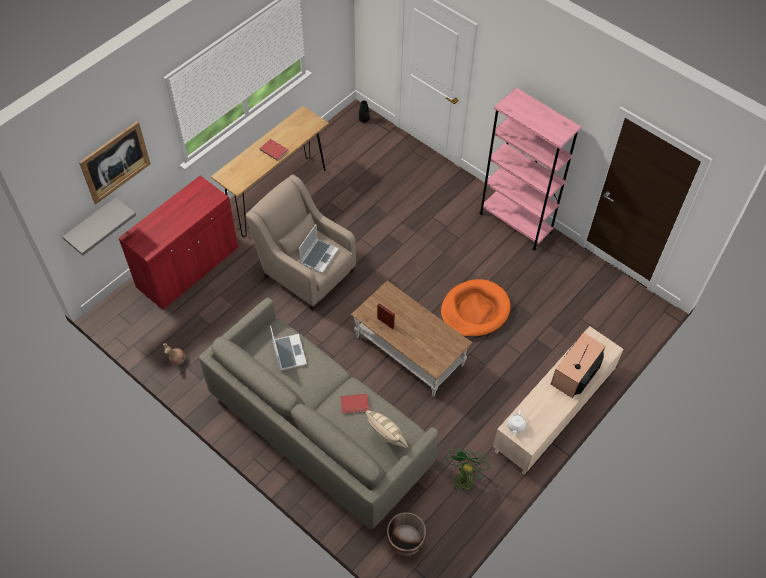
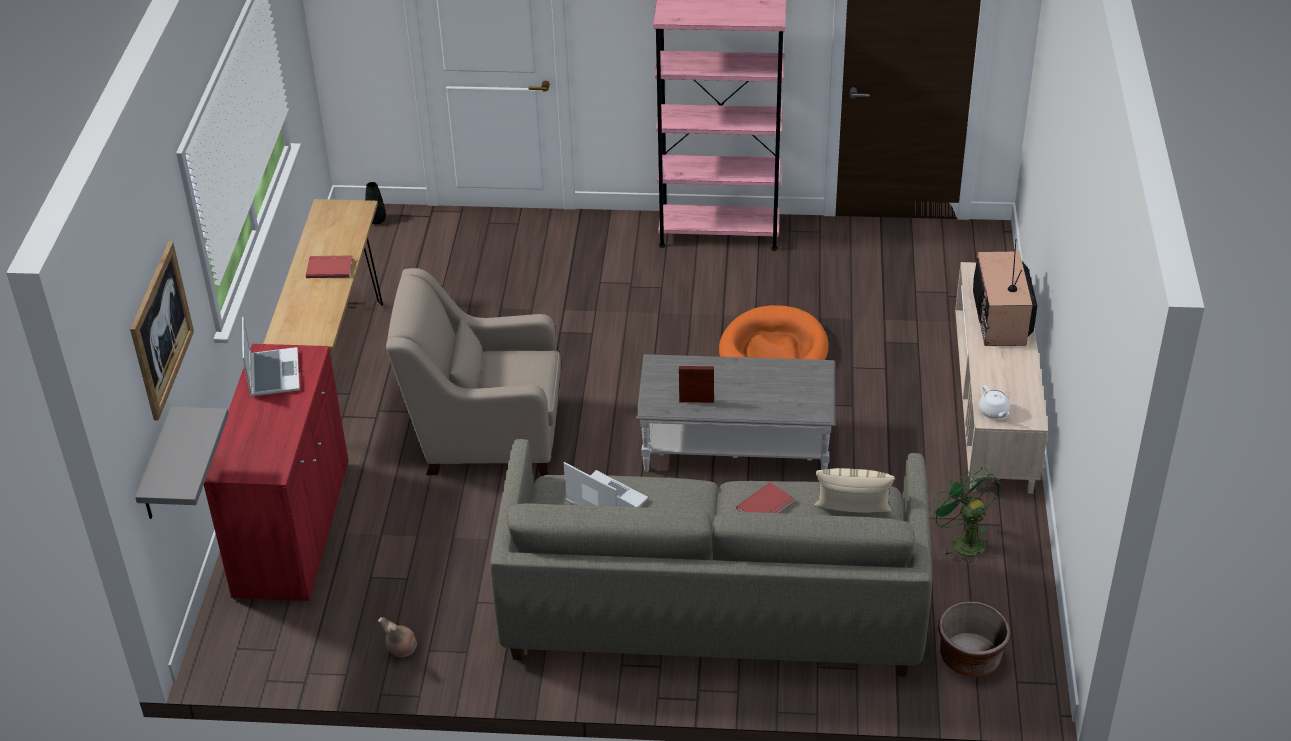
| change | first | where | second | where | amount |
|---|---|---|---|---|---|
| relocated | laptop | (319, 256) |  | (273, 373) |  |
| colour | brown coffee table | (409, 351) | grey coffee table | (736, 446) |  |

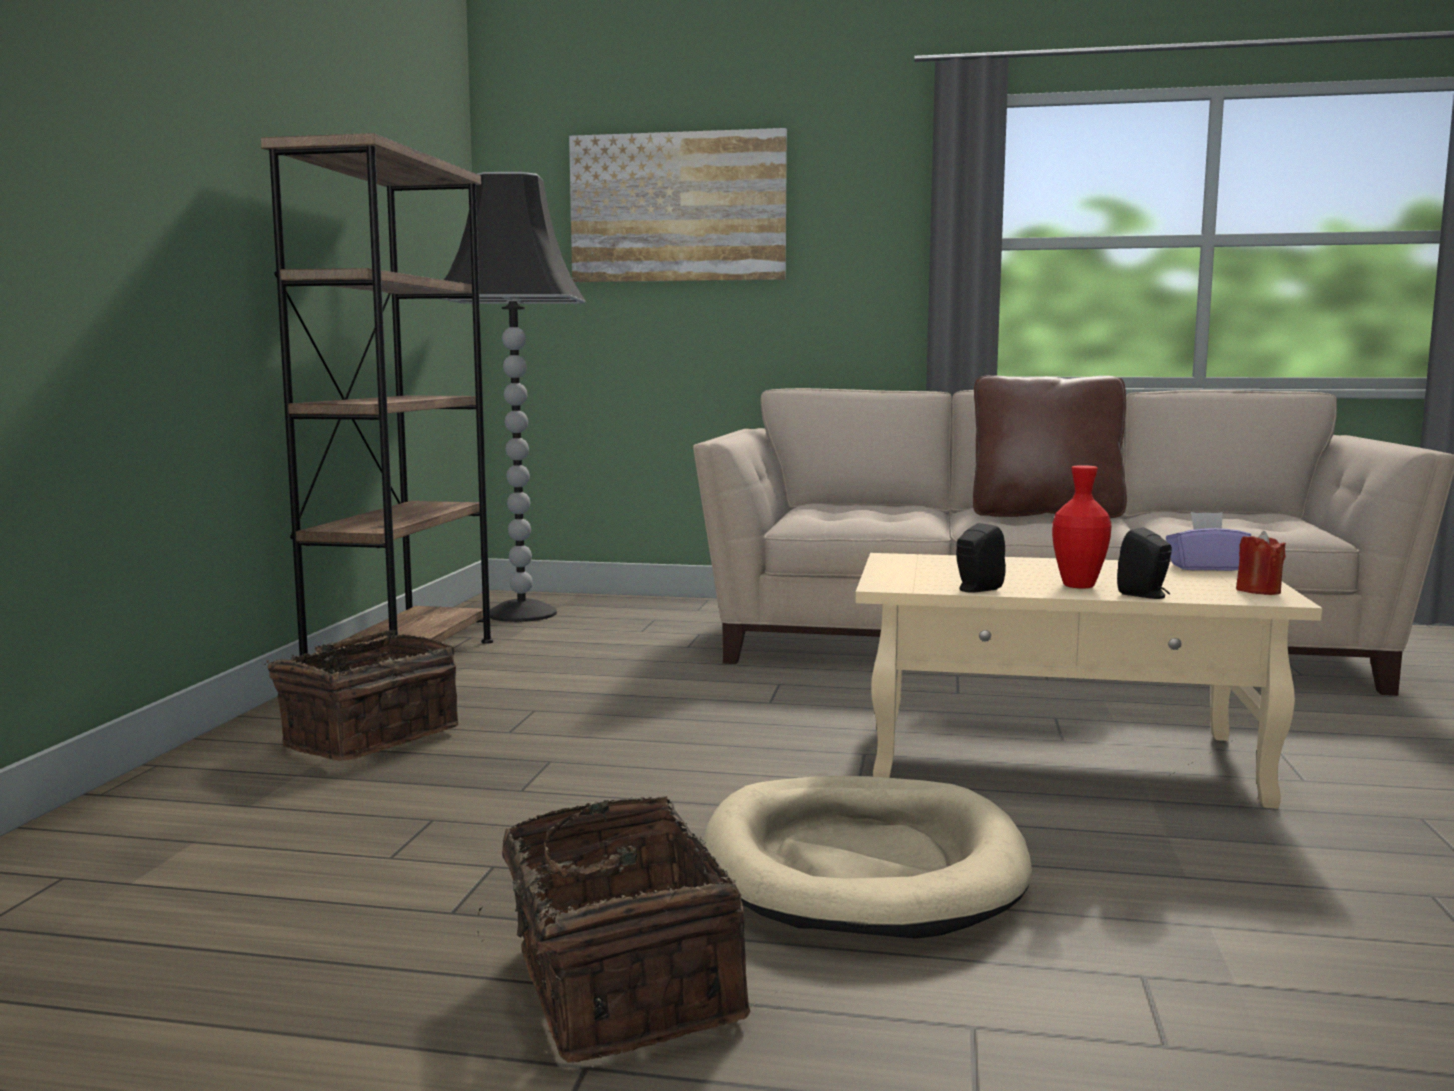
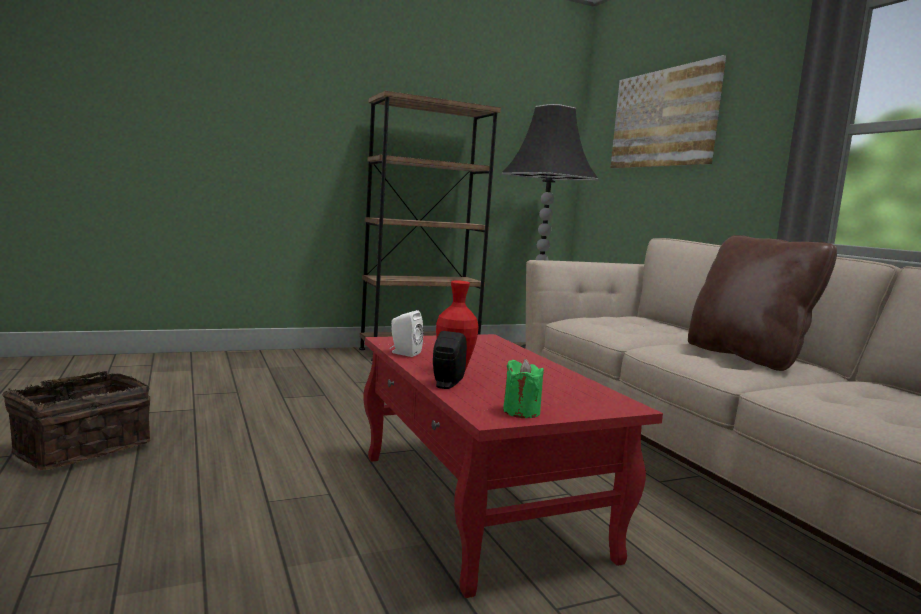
| change | first | where | second | where | amount |
|---|---|---|---|---|---|
| missing | purple tissue box | (1205, 567) |  |  |  |
| colour | black speaker | (976, 589) | white speaker | (404, 353) |  |
| colour | red candle | (1258, 591) | green candle | (521, 412) |  |
| colour | beige coffee table | (1062, 758) | red coffee table | (479, 504) |  |
| missing | basket | (368, 738) |  |  |  |
| missing | beige dog bed | (862, 866) |  |  |  |

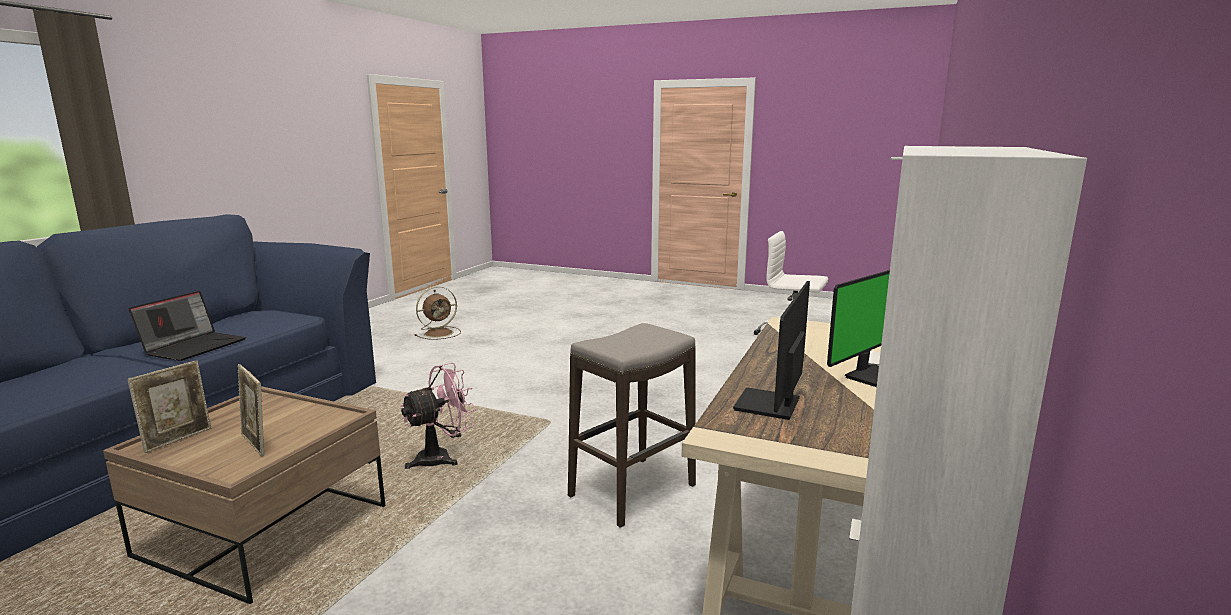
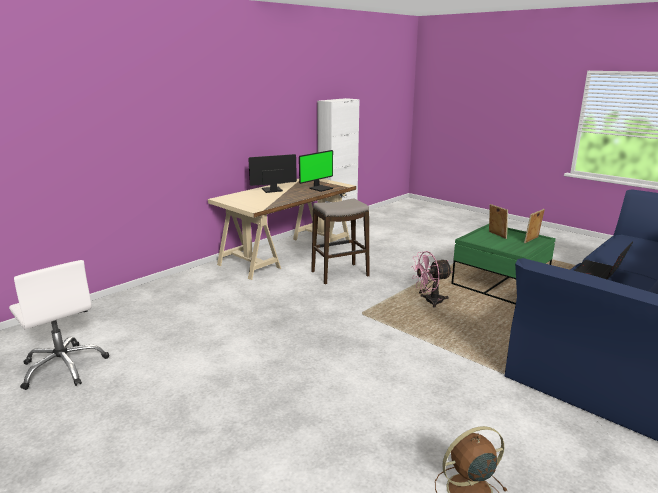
| change | first | where | second | where | amount |
|---|---|---|---|---|---|
| colour | brown coffee table | (264, 531) | green coffee table | (500, 283) |  |

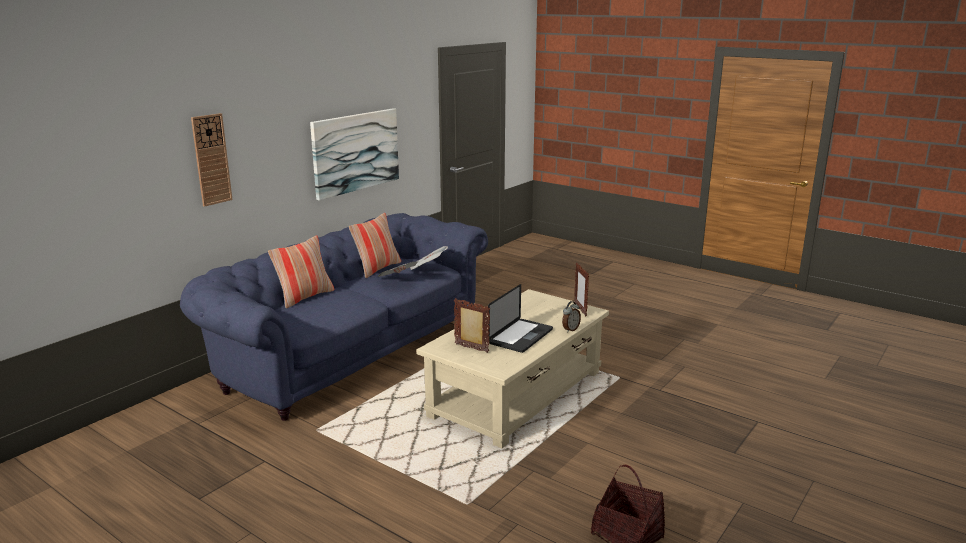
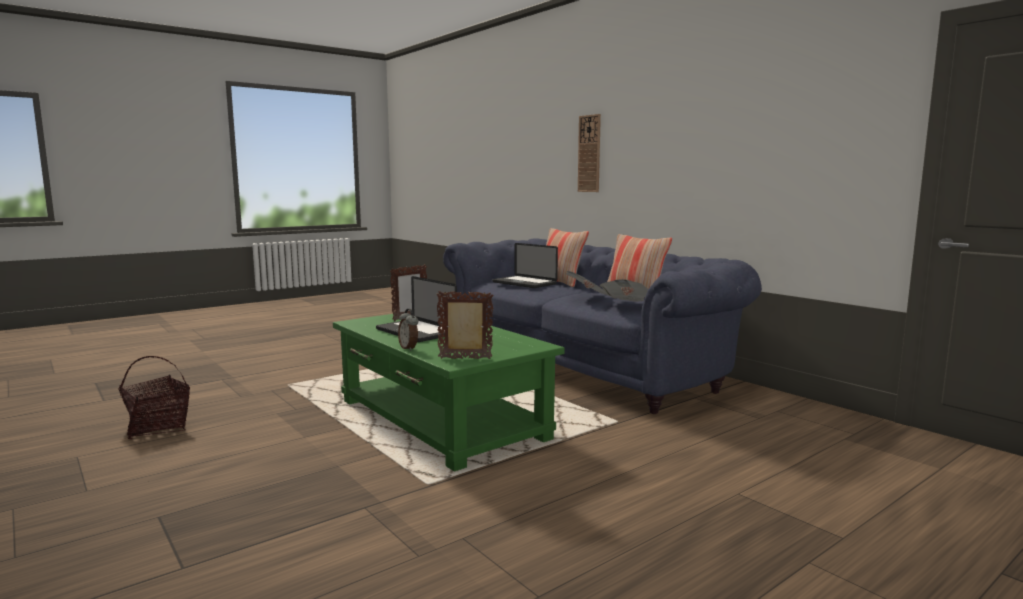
| change | first | where | second | where | amount |
|---|---|---|---|---|---|
| missing | picture | (356, 152) |  |  |  |
| colour | beige coffee table | (517, 394) | green coffee table | (440, 420) |  |
| appeared |  |  | laptop | (524, 283) |  |

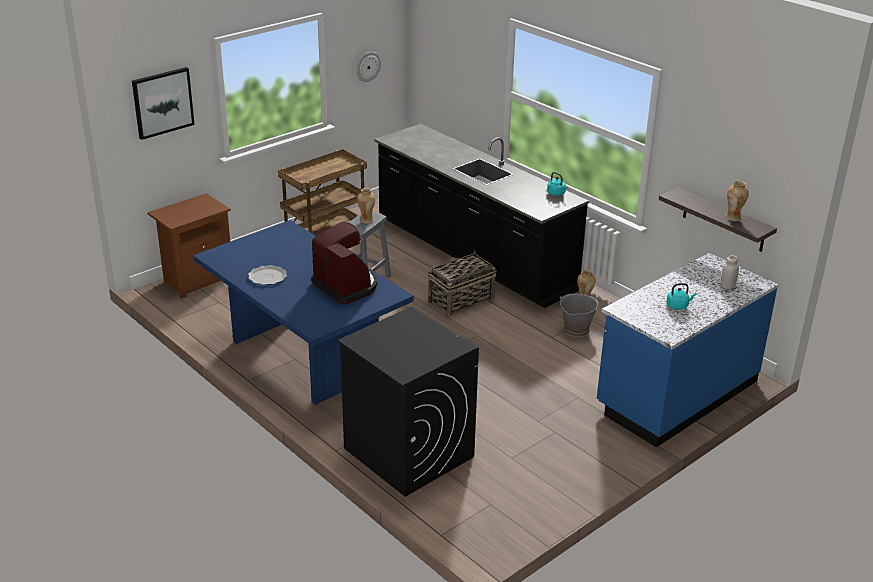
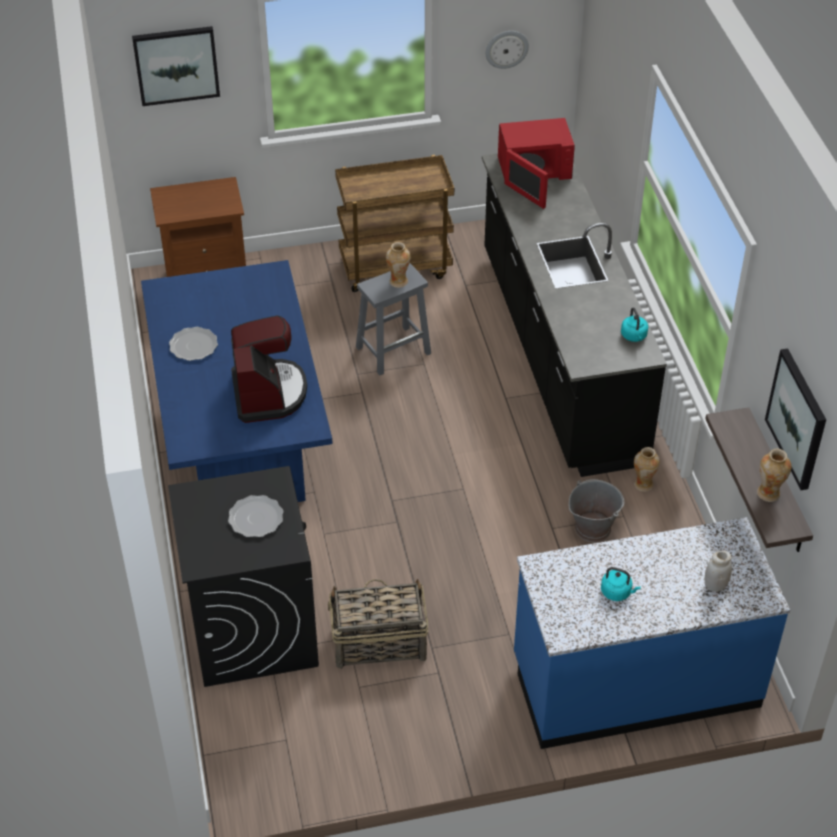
| change | first | where | second | where | amount |
|---|---|---|---|---|---|
| relocated | basket | (460, 301) |  | (378, 642) |  |
| appeared |  |  | red microwave | (533, 170) |  |
| appeared |  |  | picture | (798, 418) |  |
| appeared |  |  | plate | (255, 518) |  |

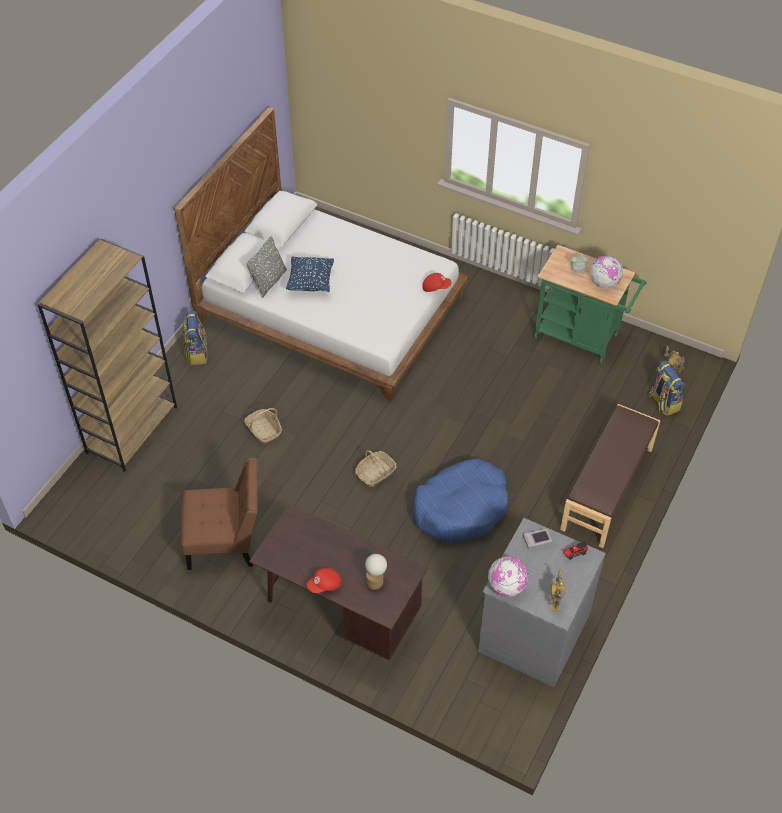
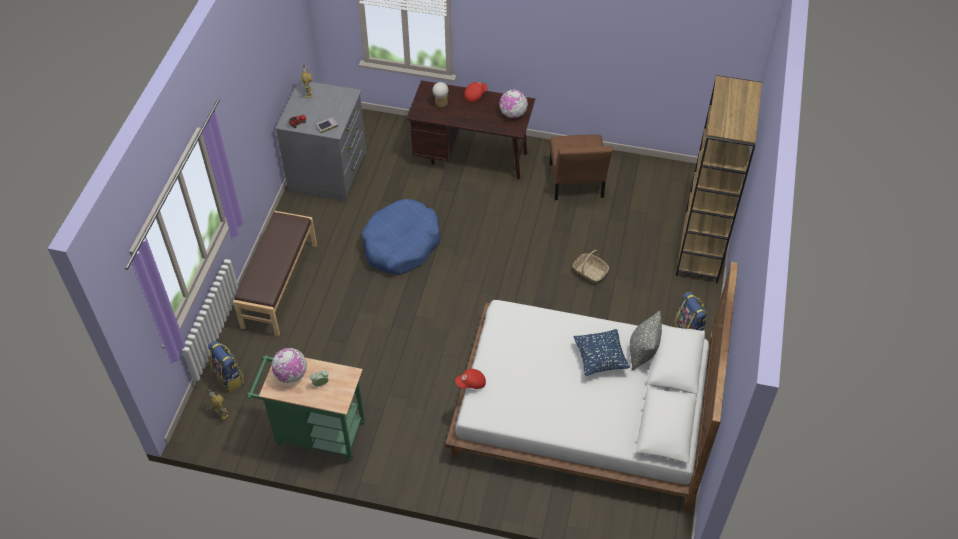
| change | first | where | second | where | amount |
|---|---|---|---|---|---|
| missing | basket | (375, 473) |  |  |  |
| spun | brown chair | (226, 542) |  | (576, 183) | 75 degrees counterclockwise |
| relocated | globe | (506, 586) |  | (513, 114) |  |

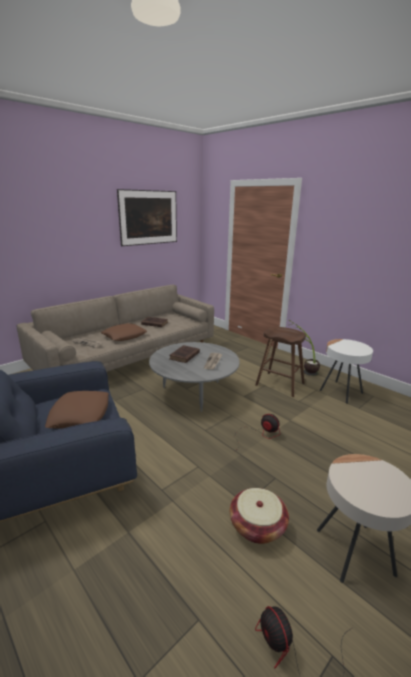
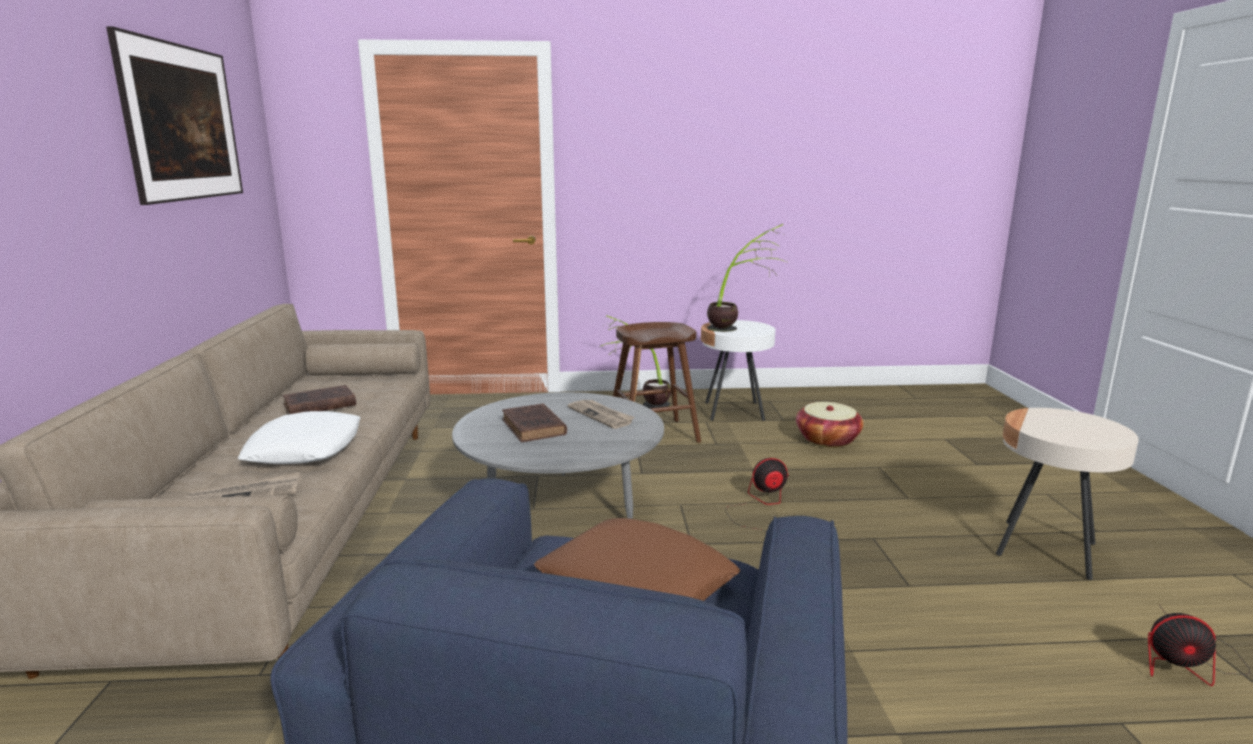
| change | first | where | second | where | amount |
|---|---|---|---|---|---|
| colour | brown pillow | (124, 336) | white pillow | (305, 448) |  |
| relocated | basket | (257, 526) |  | (827, 440) |  |
| appeared |  |  | potted plant | (739, 328) |  |

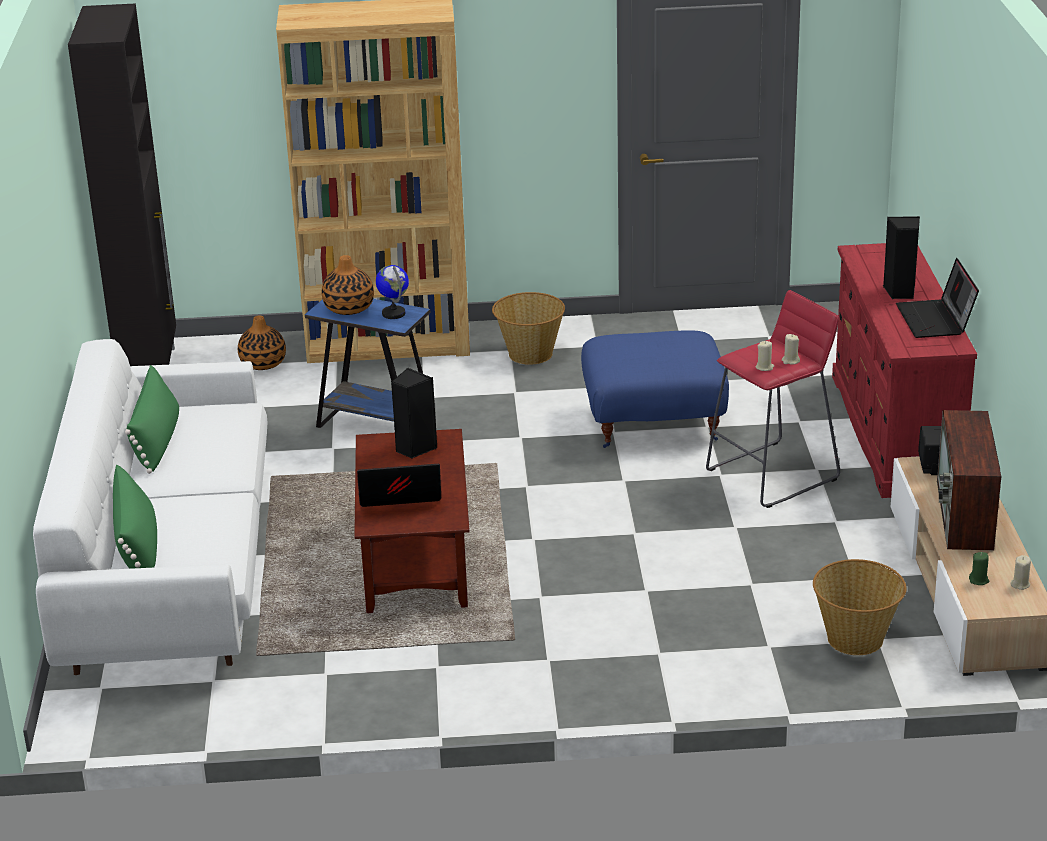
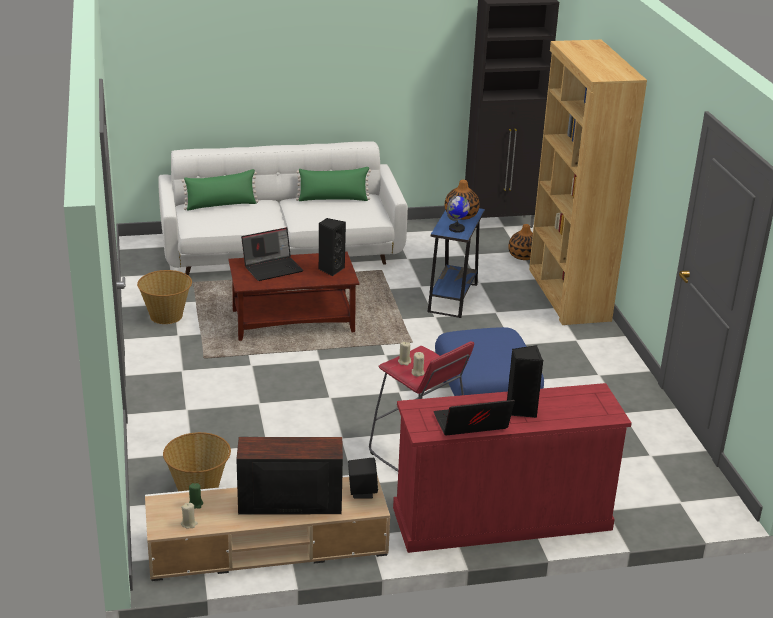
| change | first | where | second | where | amount |
|---|---|---|---|---|---|
| relocated | basket | (529, 354) |  | (166, 315) |  |
| spun | laptop | (398, 496) |  | (273, 268) | 75 degrees clockwise |

